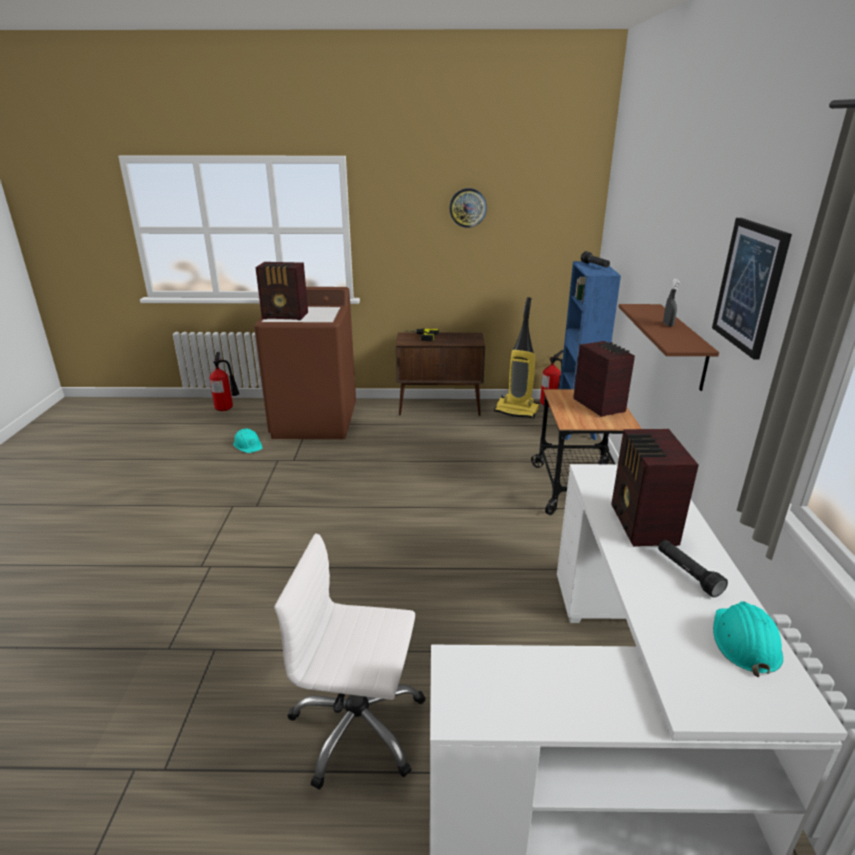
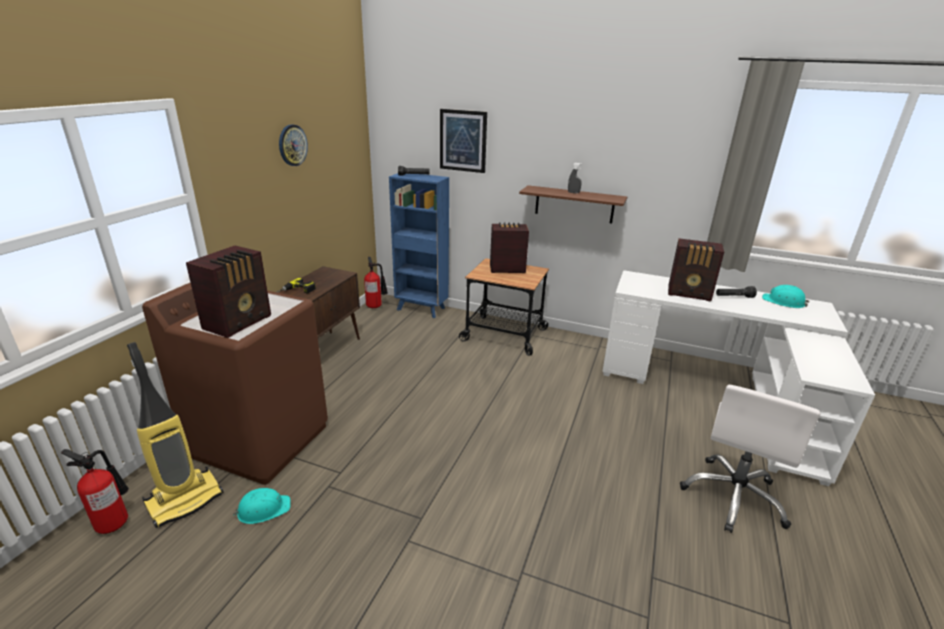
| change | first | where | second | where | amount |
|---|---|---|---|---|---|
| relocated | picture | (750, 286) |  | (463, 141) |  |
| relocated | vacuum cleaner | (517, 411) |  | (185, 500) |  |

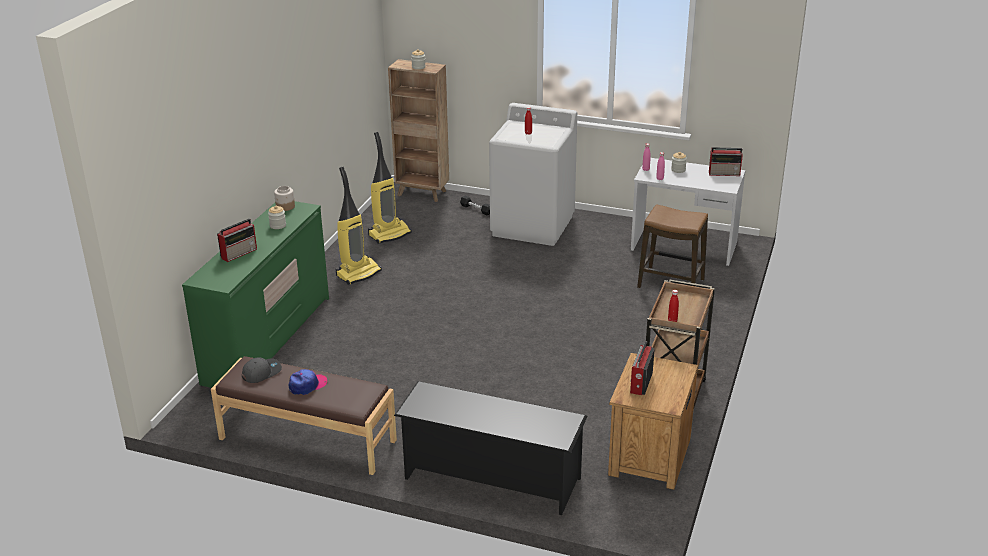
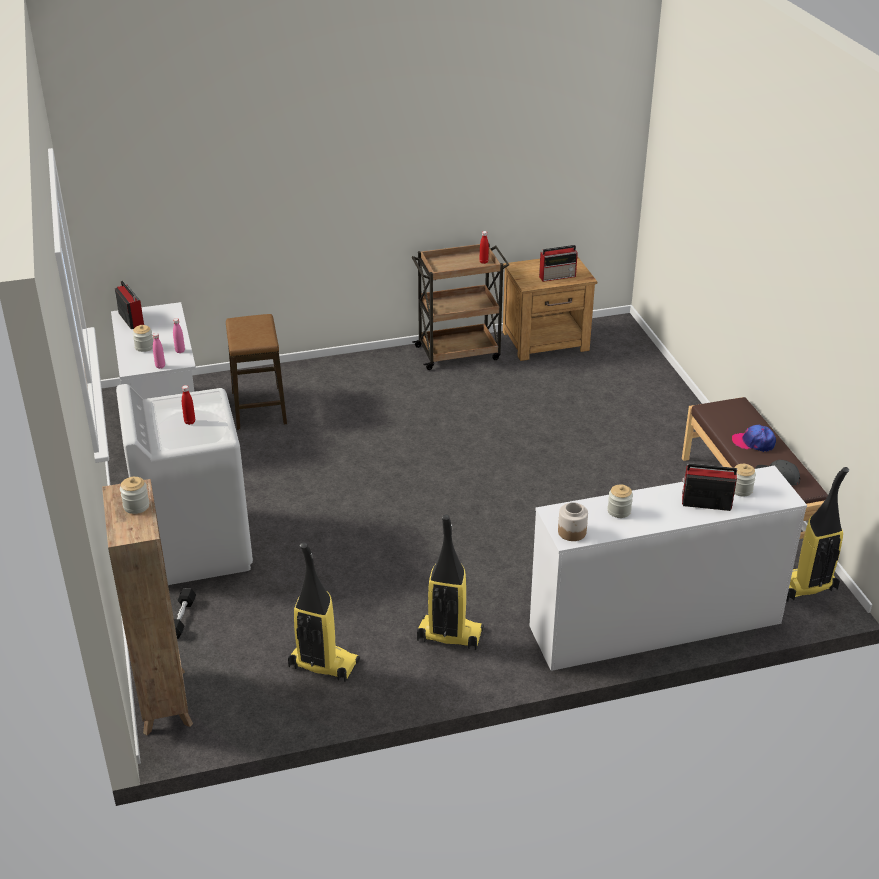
| change | first | where | second | where | amount |
|---|---|---|---|---|---|
| colour | green dresser | (268, 340) | white dresser | (654, 625) |  |
| missing | black shoe rack | (491, 478) |  |  |  |
| appeared |  |  | jar | (741, 489) |  |
| appeared |  |  | vacuum cleaner | (803, 588) |  |

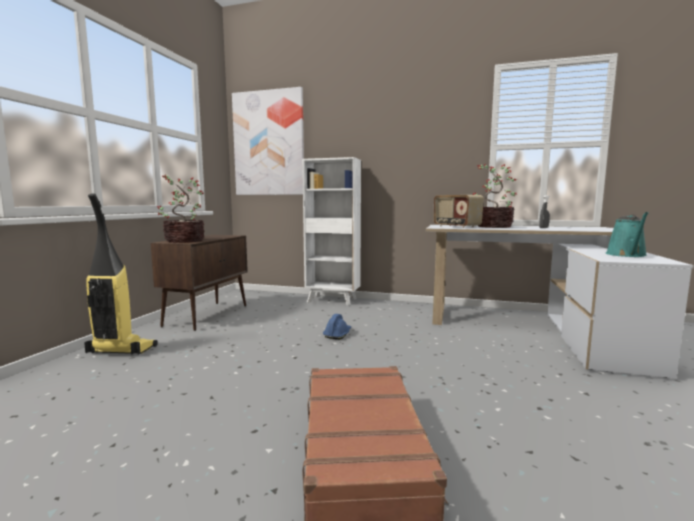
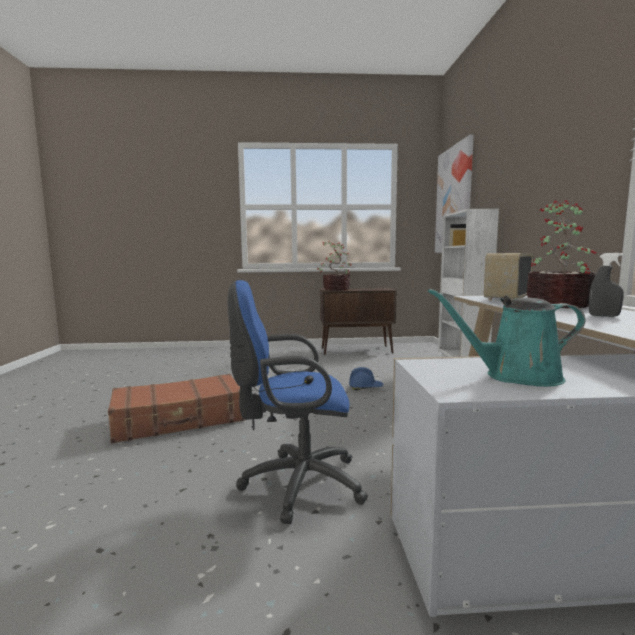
| change | first | where | second | where | amount |
|---|---|---|---|---|---|
| missing | vacuum cleaner | (121, 350) |  |  |  |
| appeared |  |  | blue office chair | (296, 484) |  |

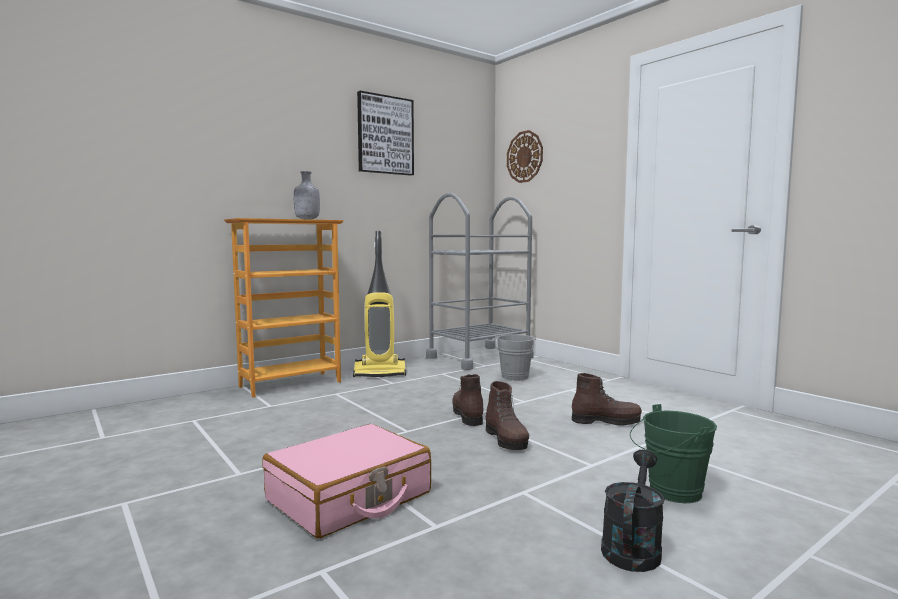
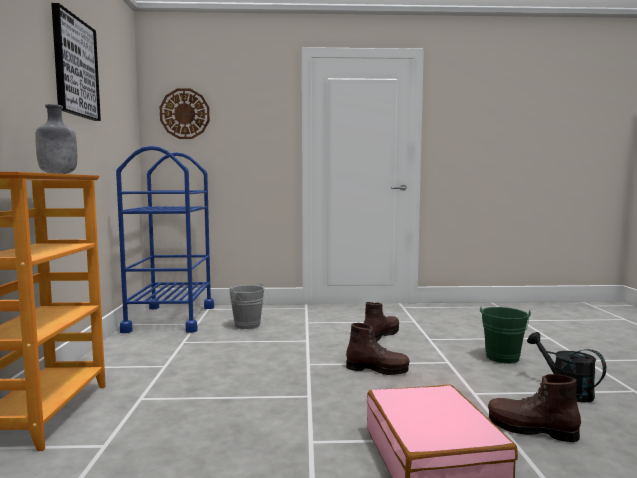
| change | first | where | second | where | amount |
|---|---|---|---|---|---|
| colour | grey cart | (479, 357) | blue cart | (171, 319) |  |
| missing | vacuum cleaner | (380, 373) |  |  |  |
| relocated | brown boot | (467, 415) |  | (531, 429) |  |

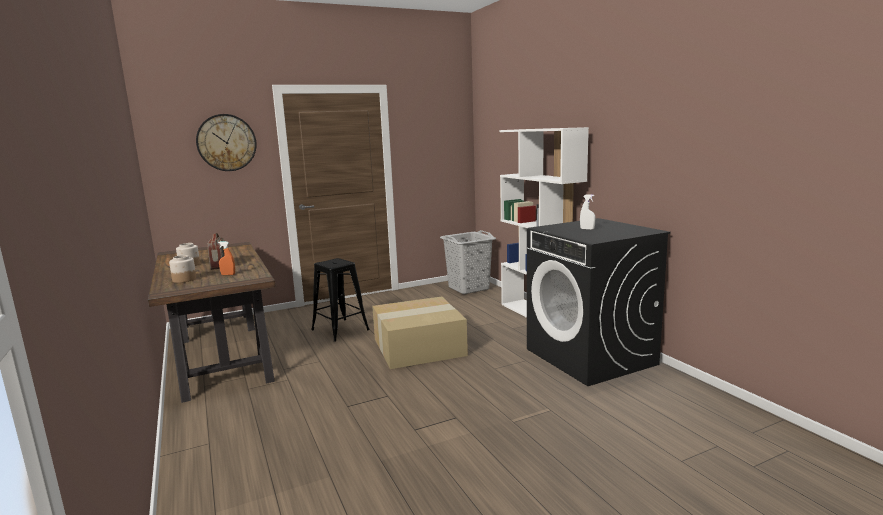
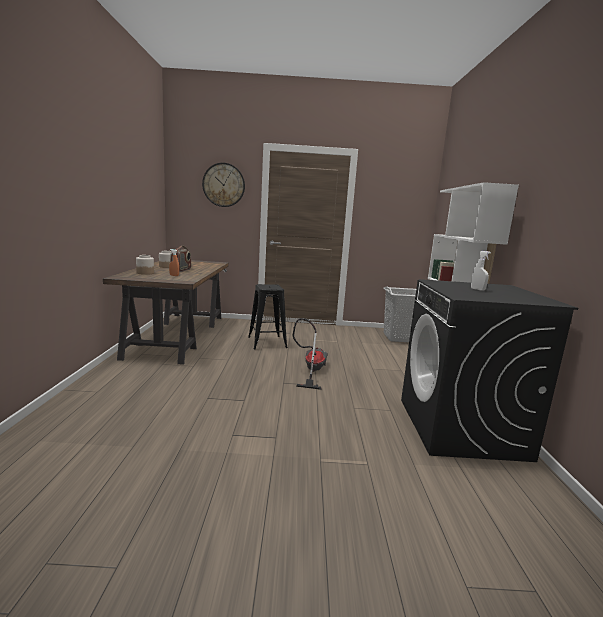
| change | first | where | second | where | amount |
|---|---|---|---|---|---|
| exchanged | cardboard box | (420, 346) | vacuum cleaner | (311, 371) |  |

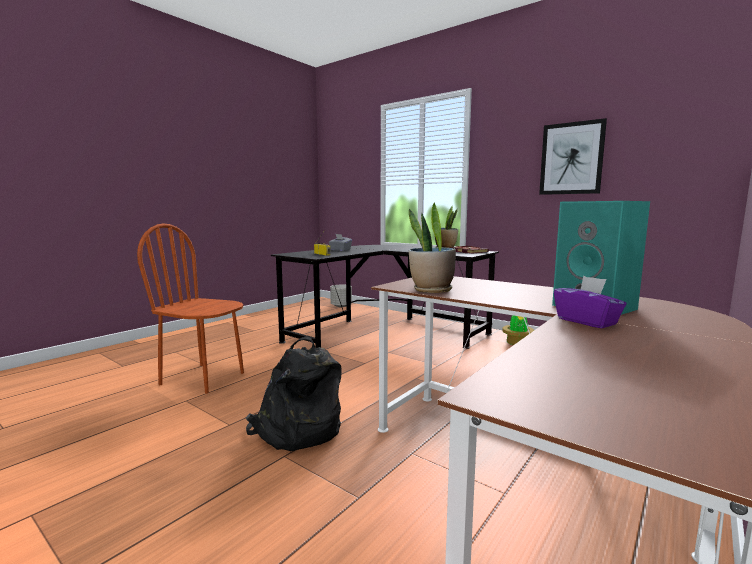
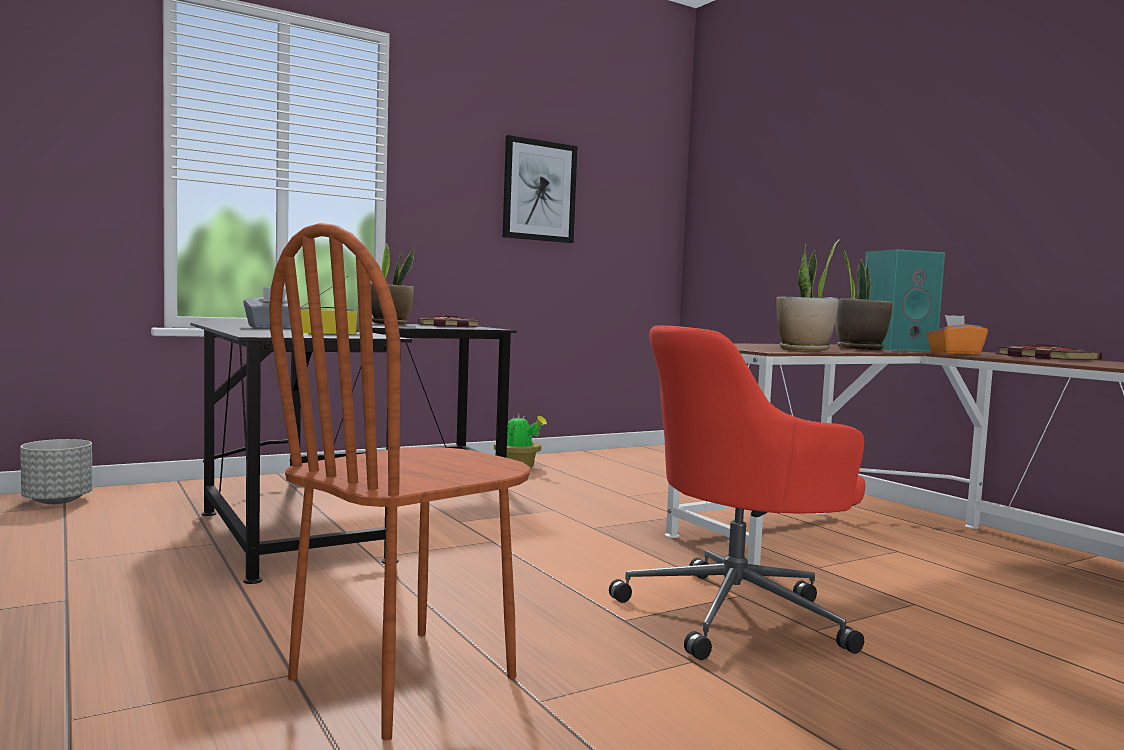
| change | first | where | second | where | amount |
|---|---|---|---|---|---|
| colour | purple tissue box | (587, 321) | orange tissue box | (954, 353) |  |
| exchanged | black backpack | (297, 430) | red office chair | (736, 614) |  |
| appeared |  |  | potted plant | (859, 349) |  |
| appeared |  |  | book | (1043, 357) |  |

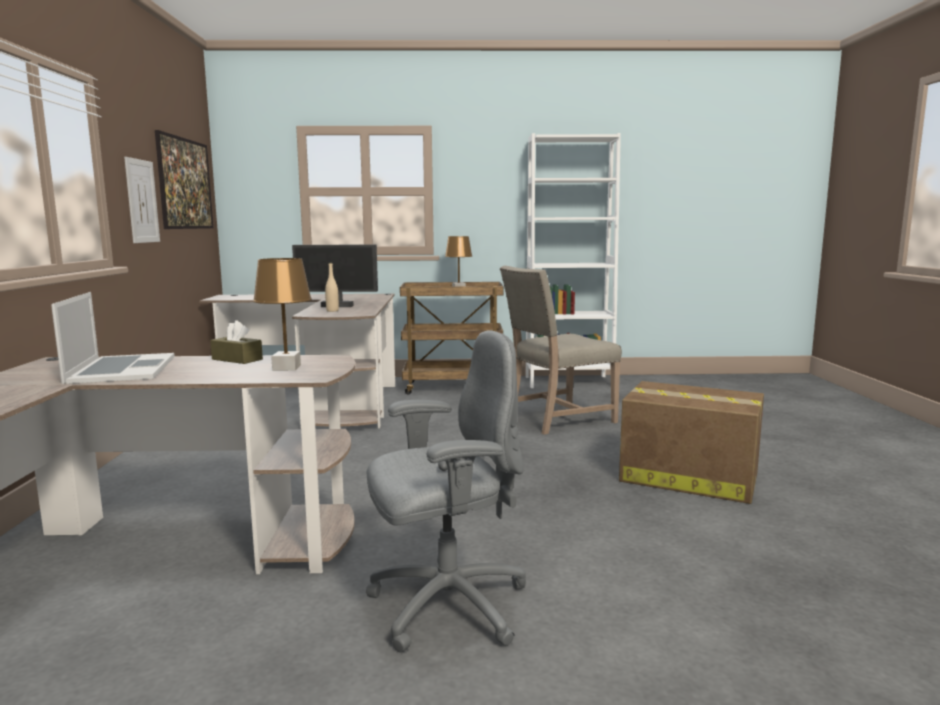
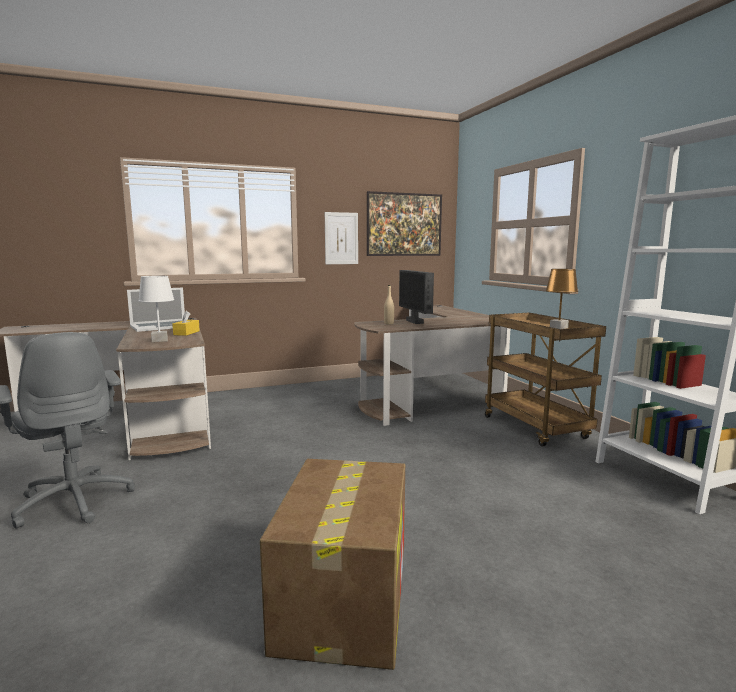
| change | first | where | second | where | amount |
|---|---|---|---|---|---|
| colour | brown table lamp | (287, 368) | white table lamp | (159, 340) |  |
| missing | beige chair | (556, 419) |  |  |  |
| colour | brown tissue box | (237, 359) | yellow tissue box | (186, 333) |  |

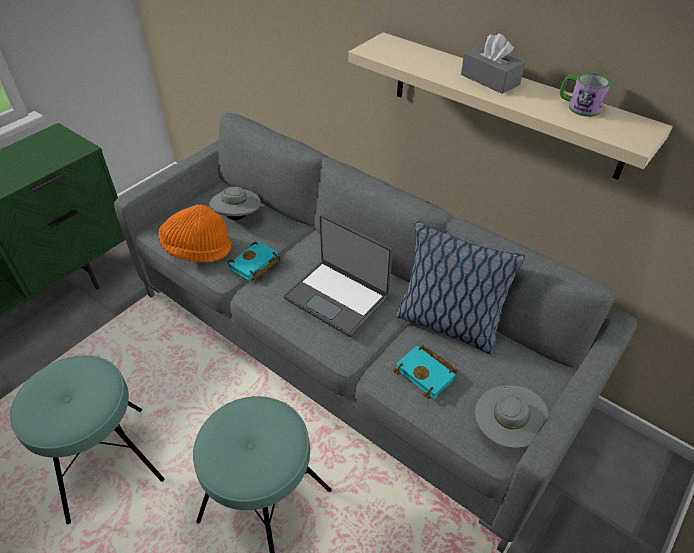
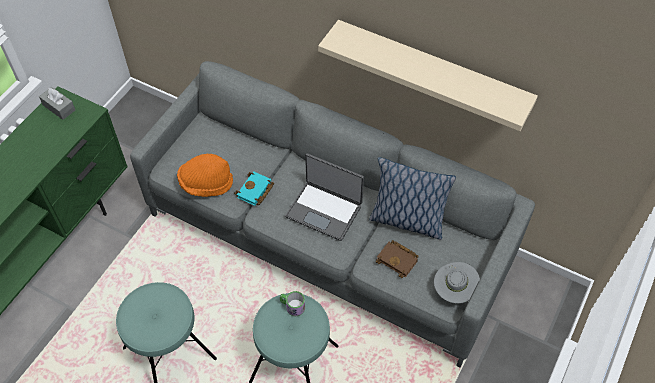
| change | first | where | second | where | amount |
|---|---|---|---|---|---|
| relocated | grey tissue box | (490, 79) |  | (59, 107) |  |
| relocated | mug | (578, 106) |  | (292, 306) |  |
| missing | grey hat | (237, 217) |  |  |  |
| colour | turquoise book | (427, 374) | brown book | (398, 260) |  |

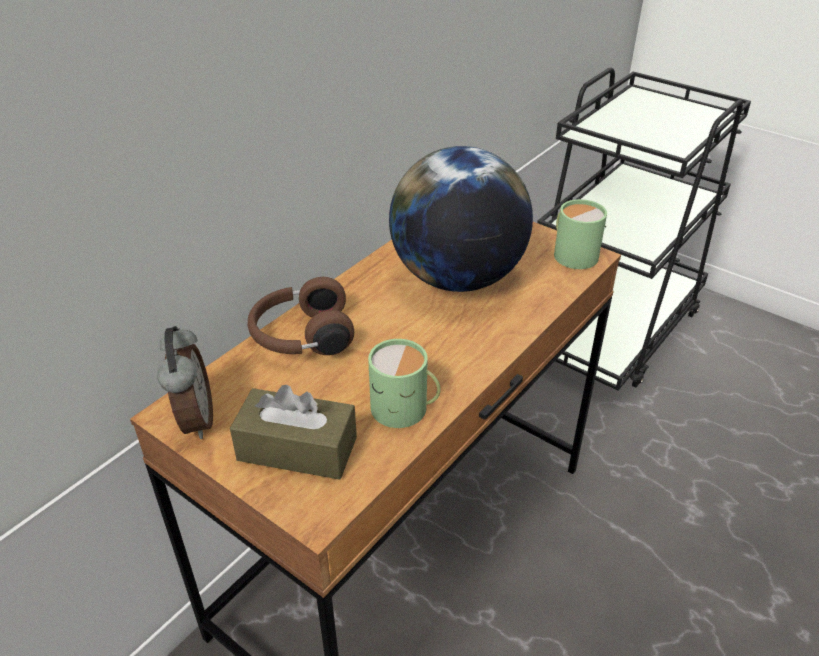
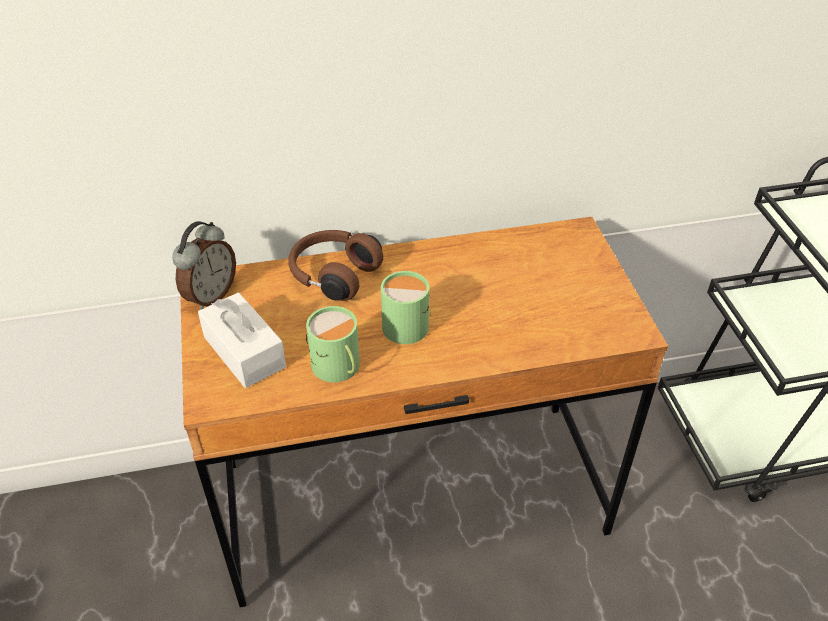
| change | first | where | second | where | amount |
|---|---|---|---|---|---|
| missing | globe | (457, 278) |  |  |  |
| relocated | green mug | (572, 253) |  | (406, 323) |  |
| colour | brown tissue box | (297, 449) | white tissue box | (244, 352) |  |

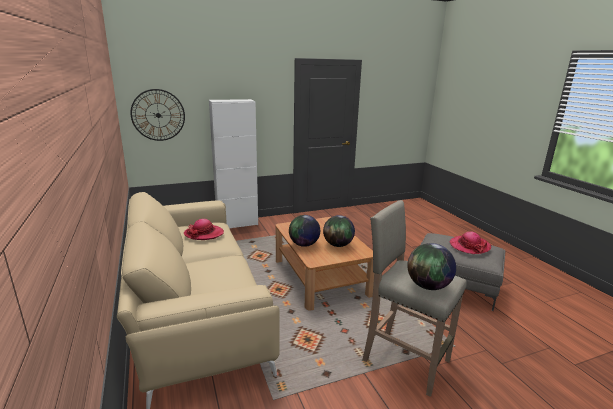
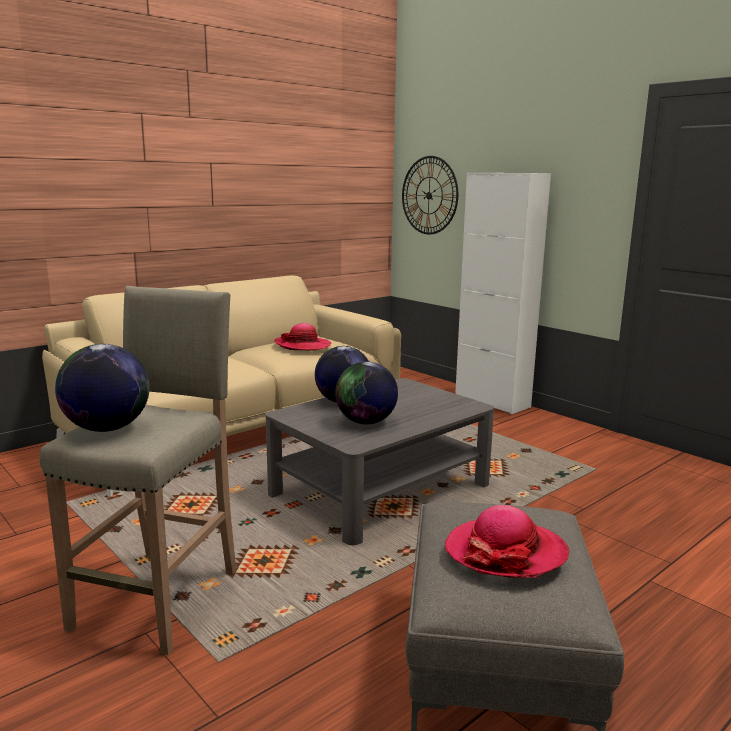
| change | first | where | second | where | amount |
|---|---|---|---|---|---|
| colour | brown coffee table | (320, 277) | grey coffee table | (380, 489) |  |

